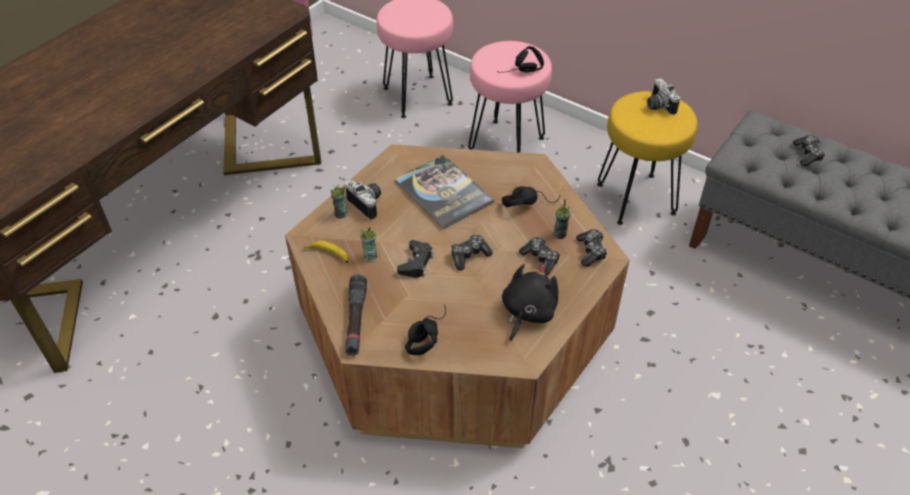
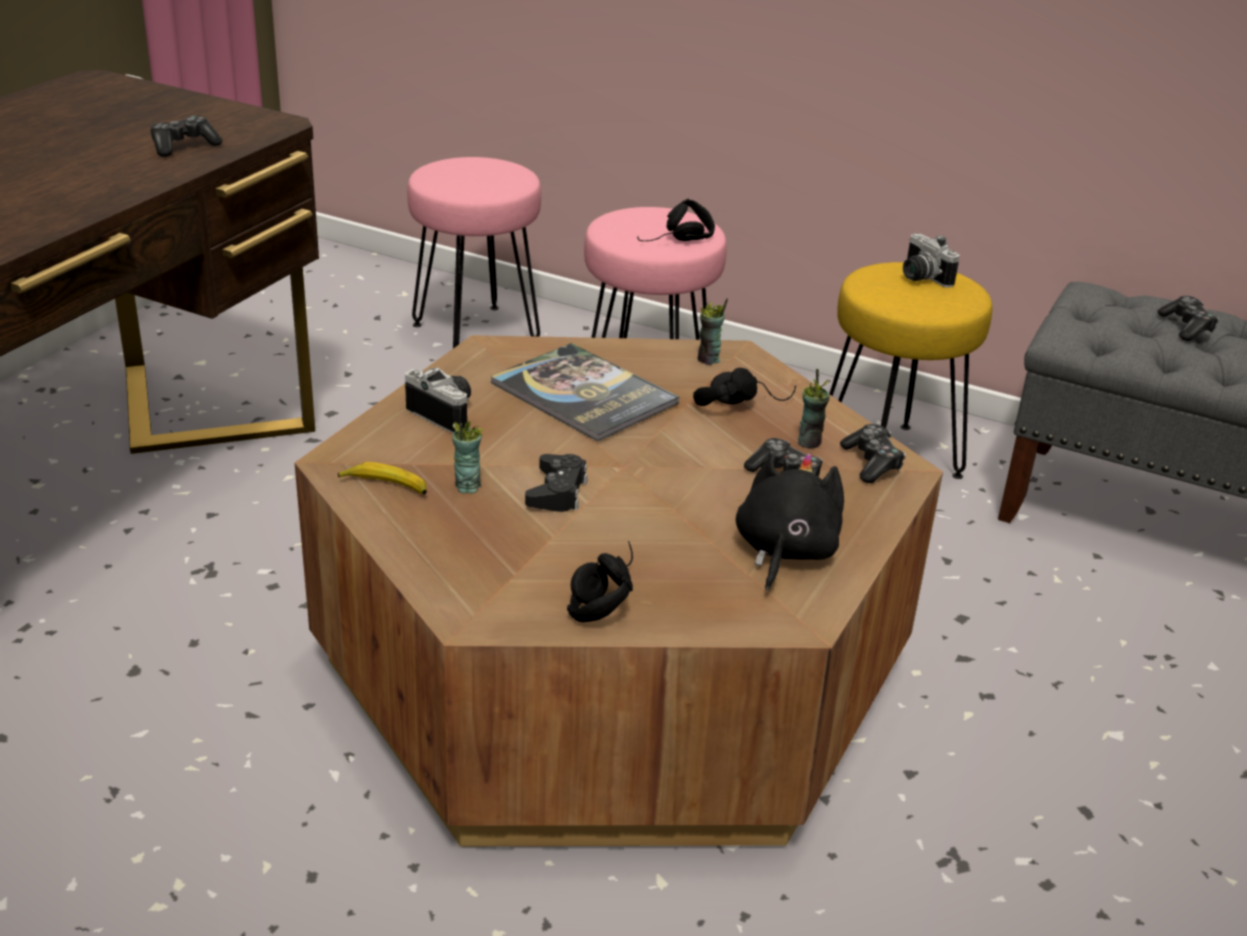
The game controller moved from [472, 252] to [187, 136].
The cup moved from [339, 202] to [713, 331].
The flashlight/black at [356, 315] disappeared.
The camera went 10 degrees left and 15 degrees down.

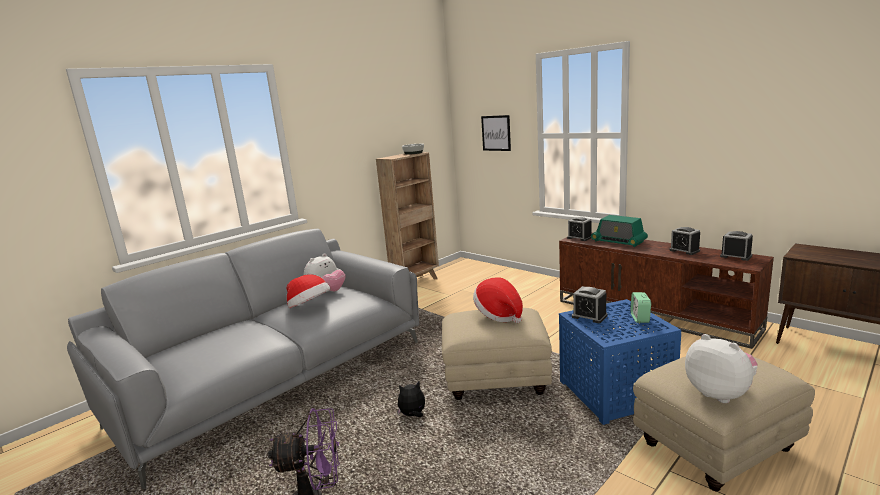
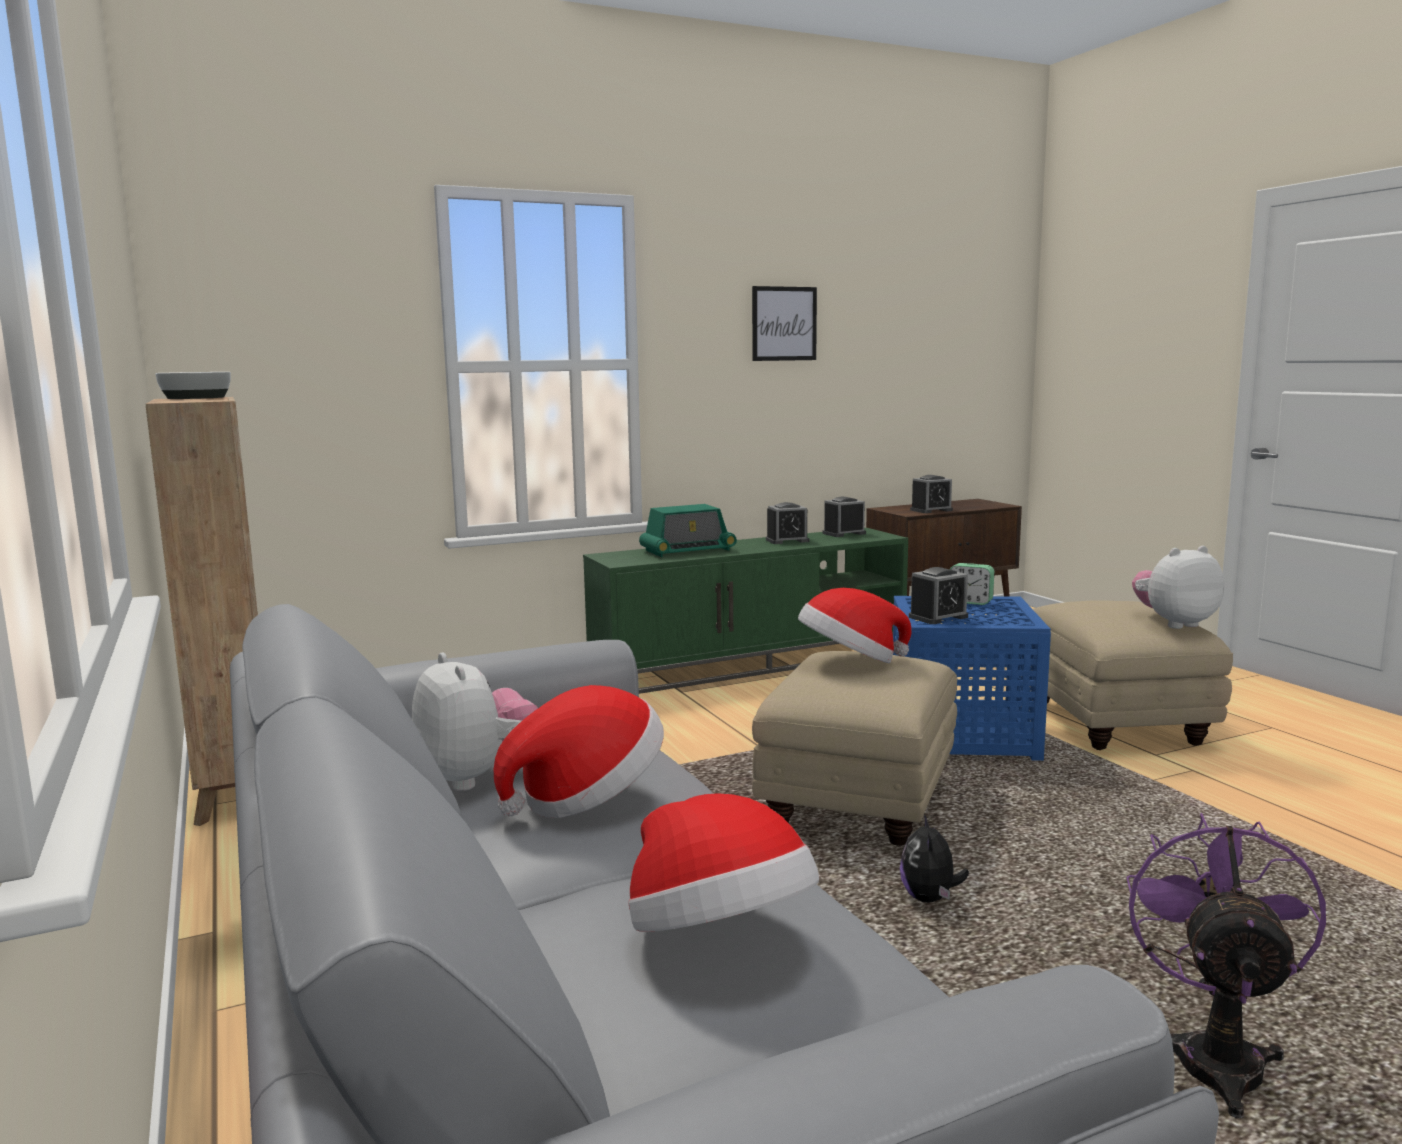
The tv stand/brown at [666, 293] became the tv stand/green at [745, 611].
The hat at [723, 862] appeared.
The picture moved from [496, 133] to [784, 323].
The alarm clock moved from [579, 229] to [931, 494].
The camera went 70 degrees left and 5 degrees down.

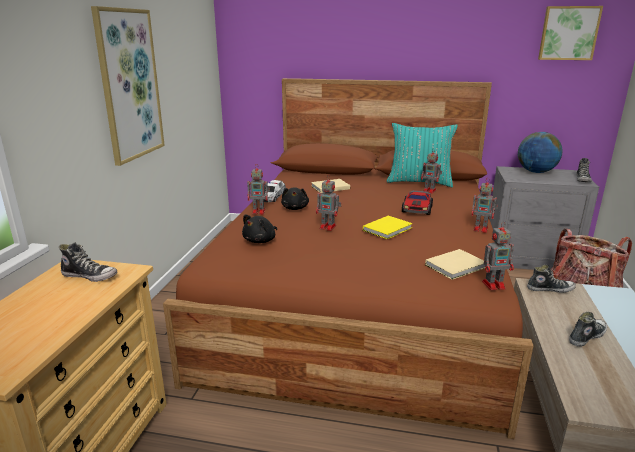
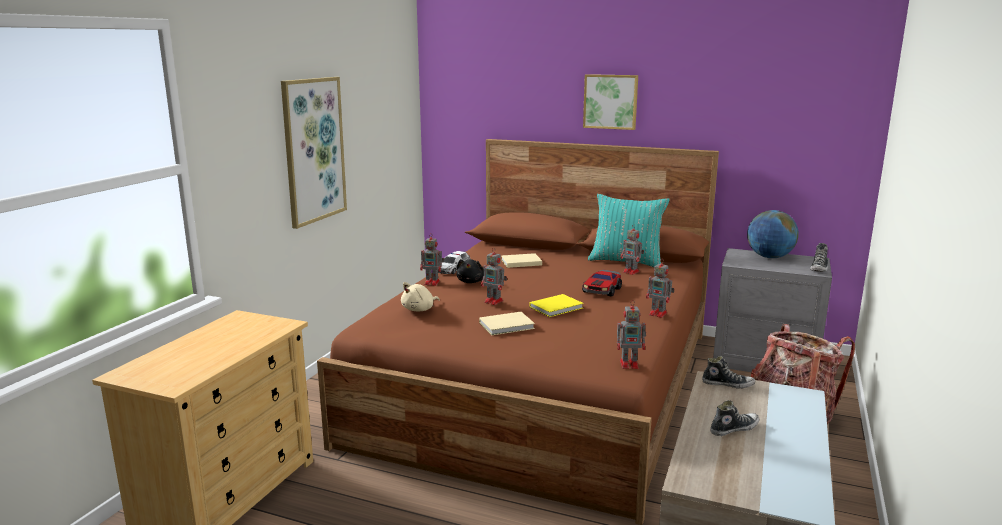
The plush toy/black at [259, 228] became the plush toy/beige at [420, 296].
The book/beige moved from [455, 264] to [507, 324].
The picture moved from [570, 33] to [610, 102].
The shoe at [88, 262] disappeared.
The camera went 10 degrees right and 5 degrees down.

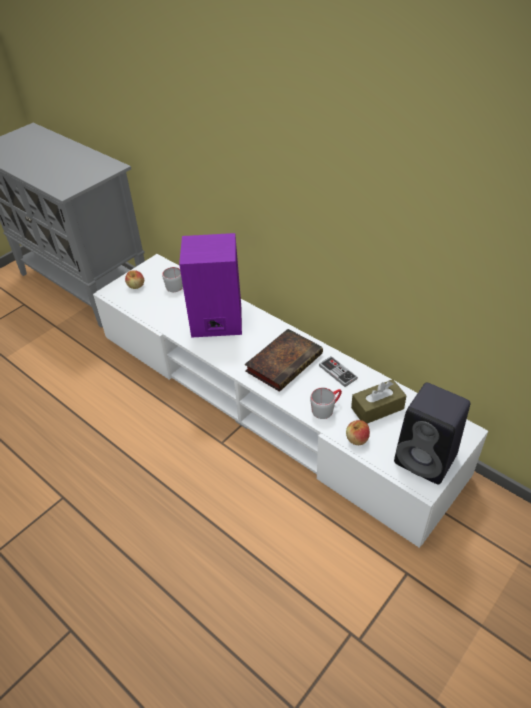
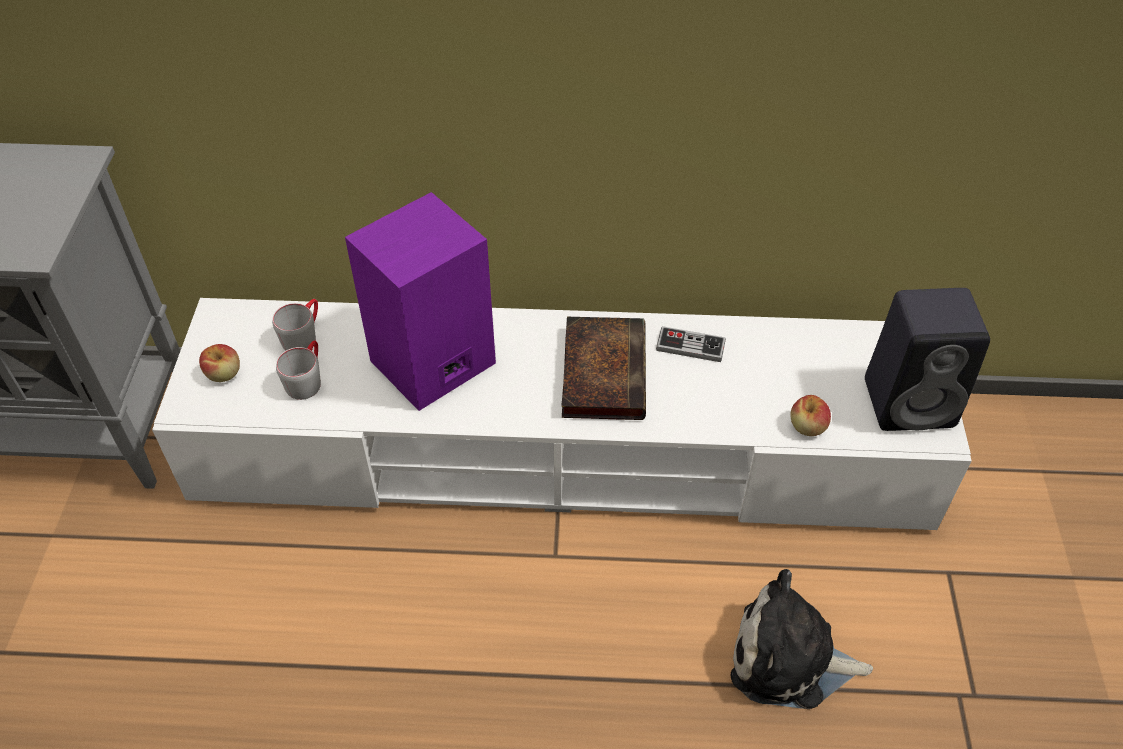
The mug/grey moved from [326, 403] to [298, 370].
The plush toy at [802, 639] appeared.
The tissue box/brown at [379, 401] disappeared.
The camera went 40 degrees left and 5 degrees up.

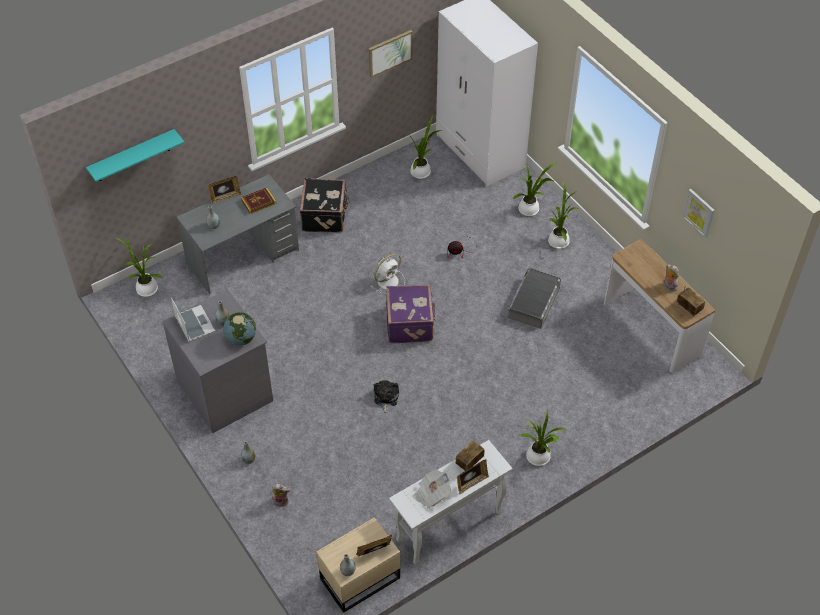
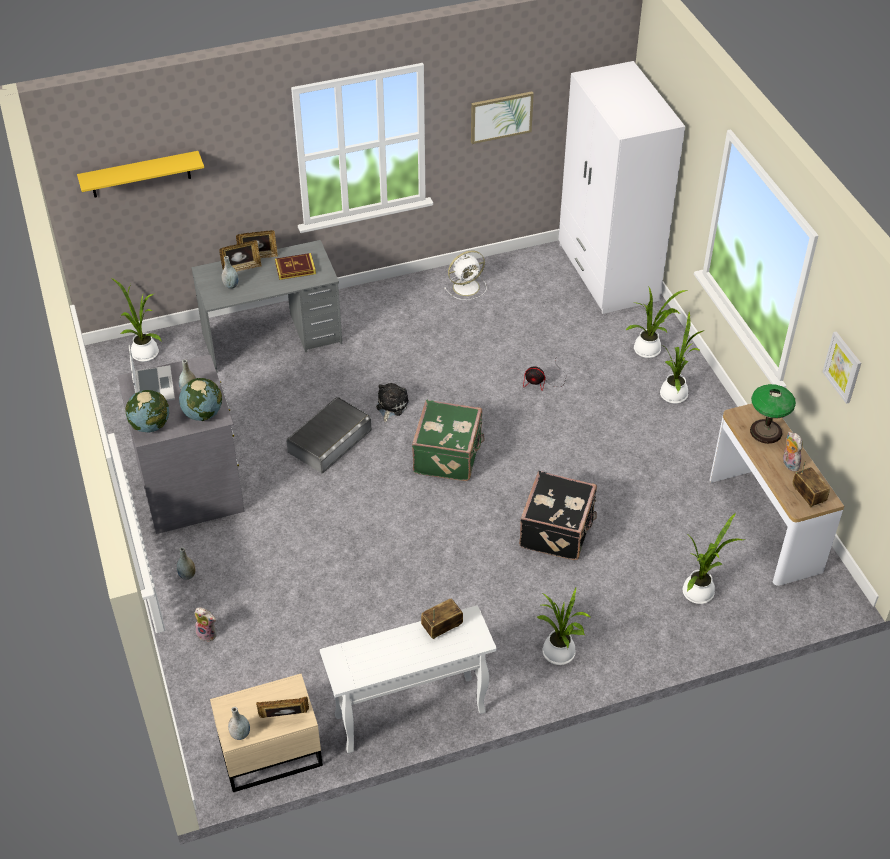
The shelf/turquoise at [135, 155] became the shelf/yellow at [140, 174].
The globe at [147, 411] appeared.
The picture frame moved from [473, 476] to [240, 256].
The storage box/grey moved from [534, 298] to [328, 435].
The plush toy moved from [386, 397] to [392, 402].
The suitcase/purple at [410, 313] became the suitcase/green at [448, 440].
The fan/white moved from [388, 274] to [465, 275].
The suitcase/black moved from [324, 205] to [558, 515].
The potted plant moved from [425, 146] to [713, 558].
The table lamp at [773, 414] appeared.
The newspaper at [432, 489] disappeared.
The camera went 15 degrees right and 5 degrees down.

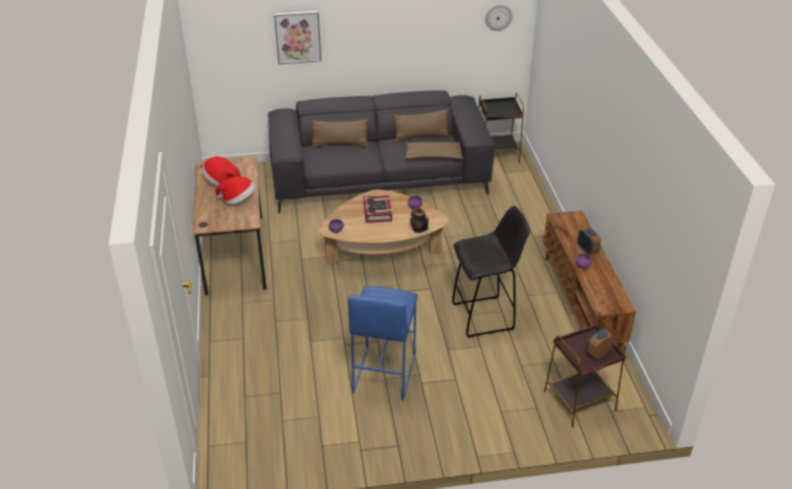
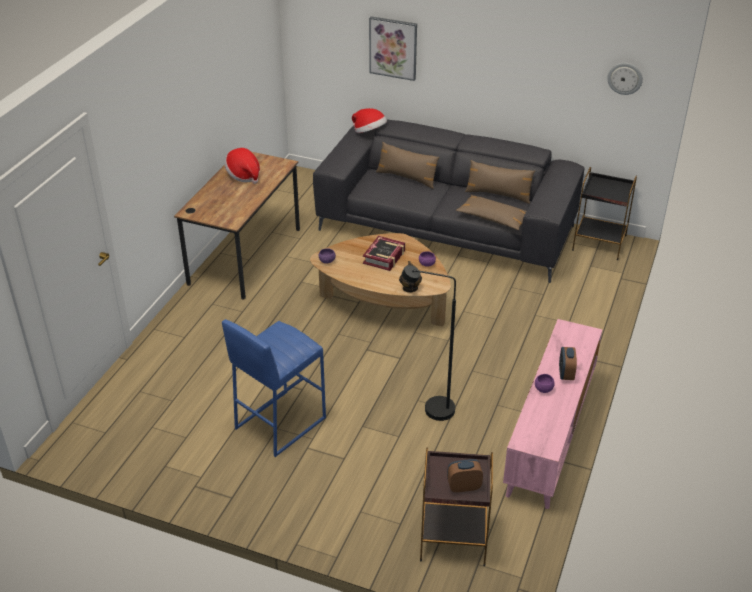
The hat moved from [235, 190] to [369, 120].
The stool/black at [491, 272] was replaced by the floor lamp/black at [429, 343].
The tv stand/brown at [589, 281] became the tv stand/pink at [553, 414].
The camera went 30 degrees right and 0 degrees up.

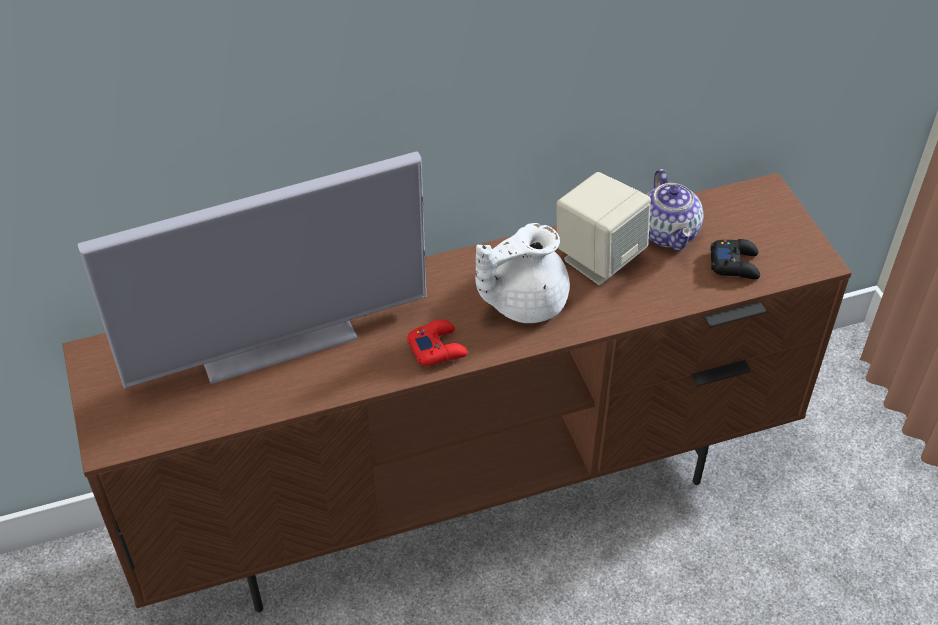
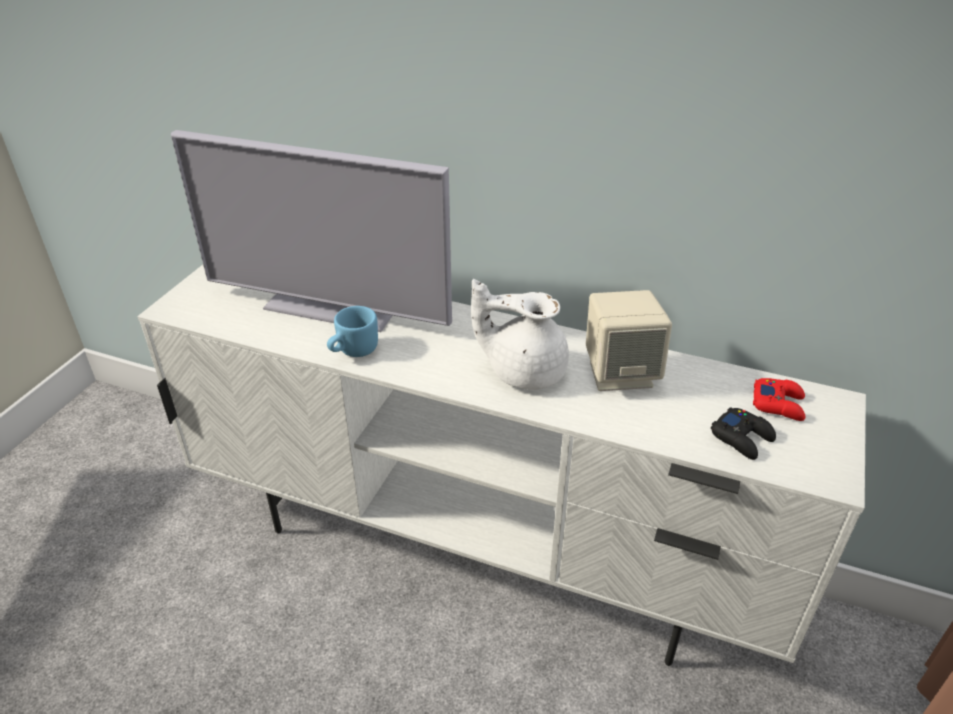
The tv stand/brown at [457, 393] became the tv stand/white at [501, 465].
The mug/blue at [352, 331] appeared.
The game controller/red moved from [437, 343] to [779, 399].
The teapot at [675, 210] disappeared.
The camera went 40 degrees right and 10 degrees down.

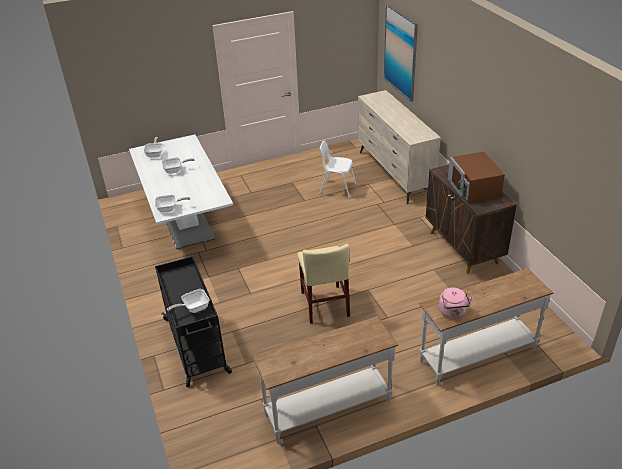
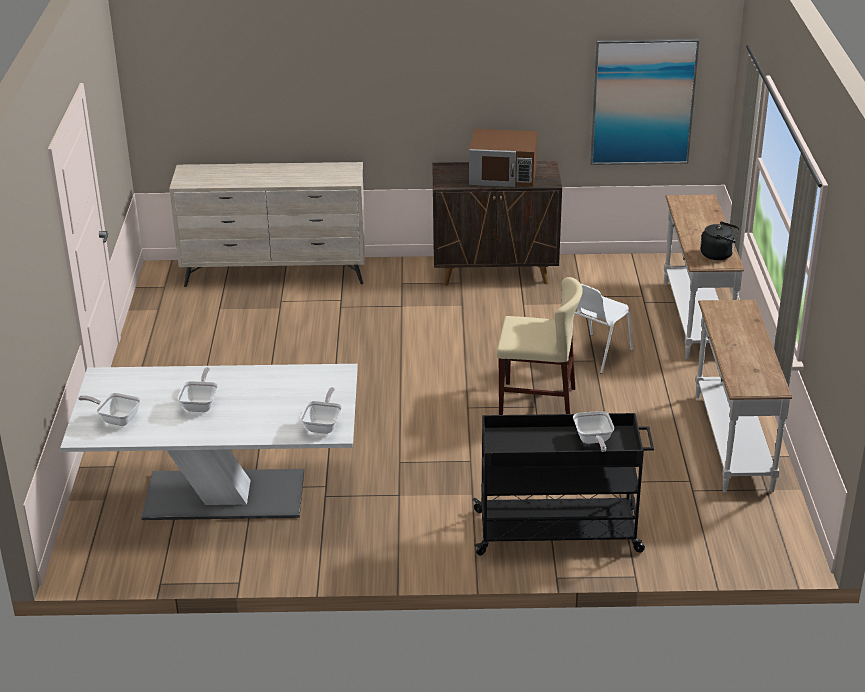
The chair/white moved from [337, 169] to [604, 329].
The picture moved from [401, 53] to [644, 102].
The kettle/pink at [456, 302] became the kettle/black at [719, 240].
The camera went 70 degrees left and 5 degrees down.

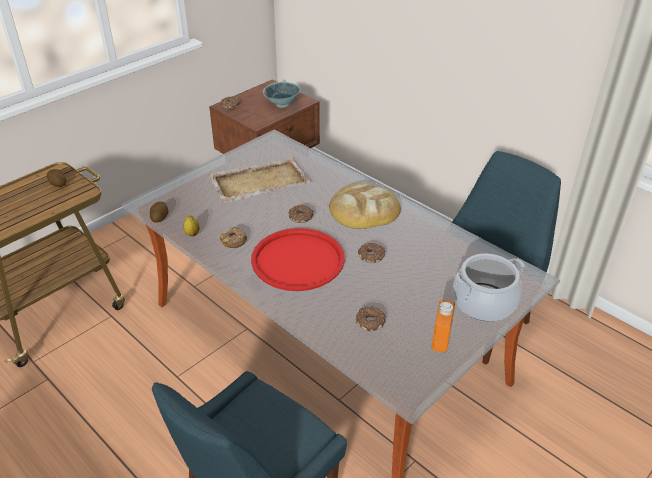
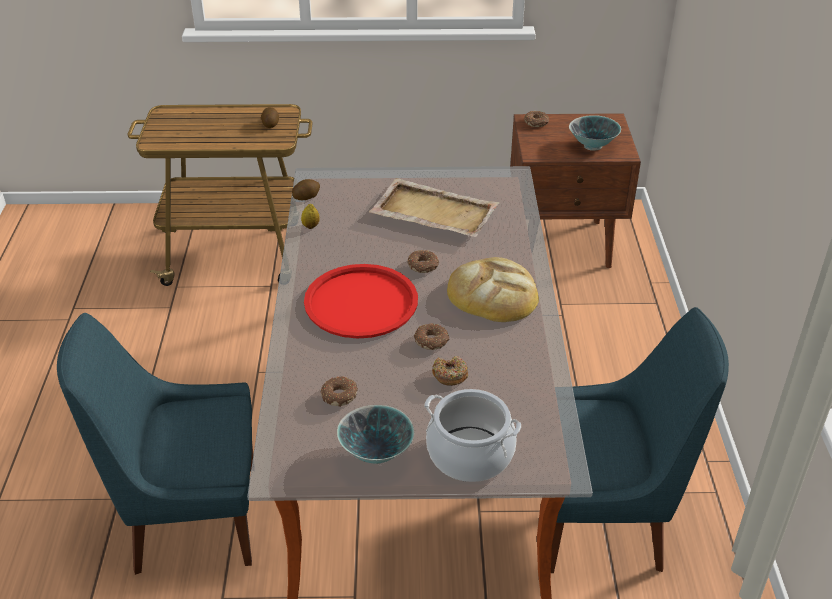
The bottle/orange at [443, 326] was replaced by the bowl at [375, 434].
The donut moved from [233, 237] to [450, 371].
The camera went 45 degrees right and 0 degrees up.

